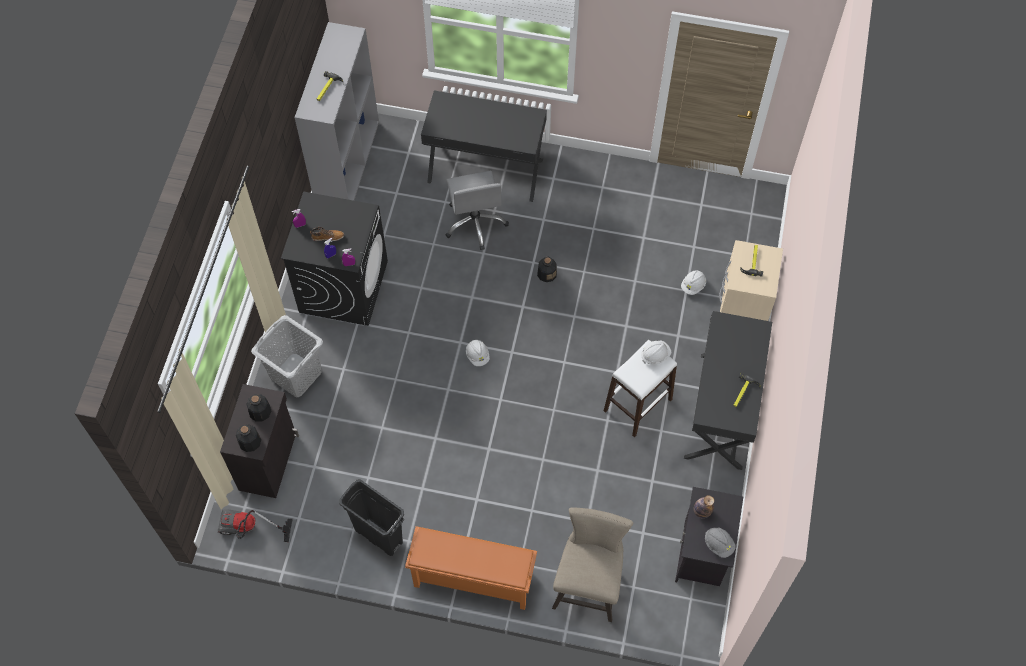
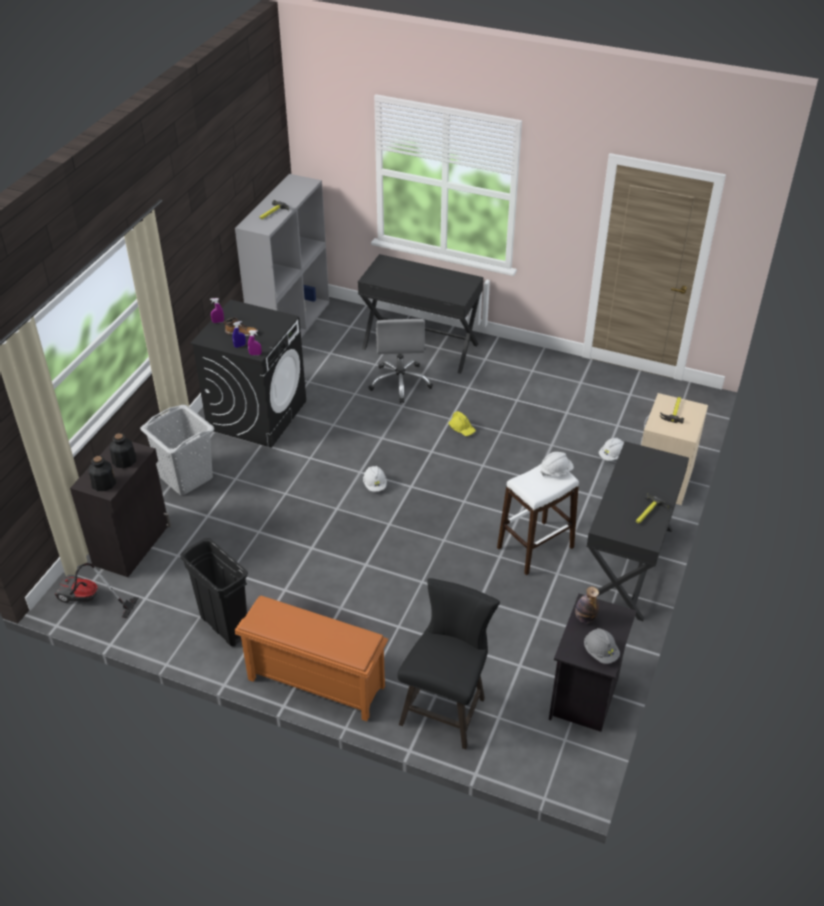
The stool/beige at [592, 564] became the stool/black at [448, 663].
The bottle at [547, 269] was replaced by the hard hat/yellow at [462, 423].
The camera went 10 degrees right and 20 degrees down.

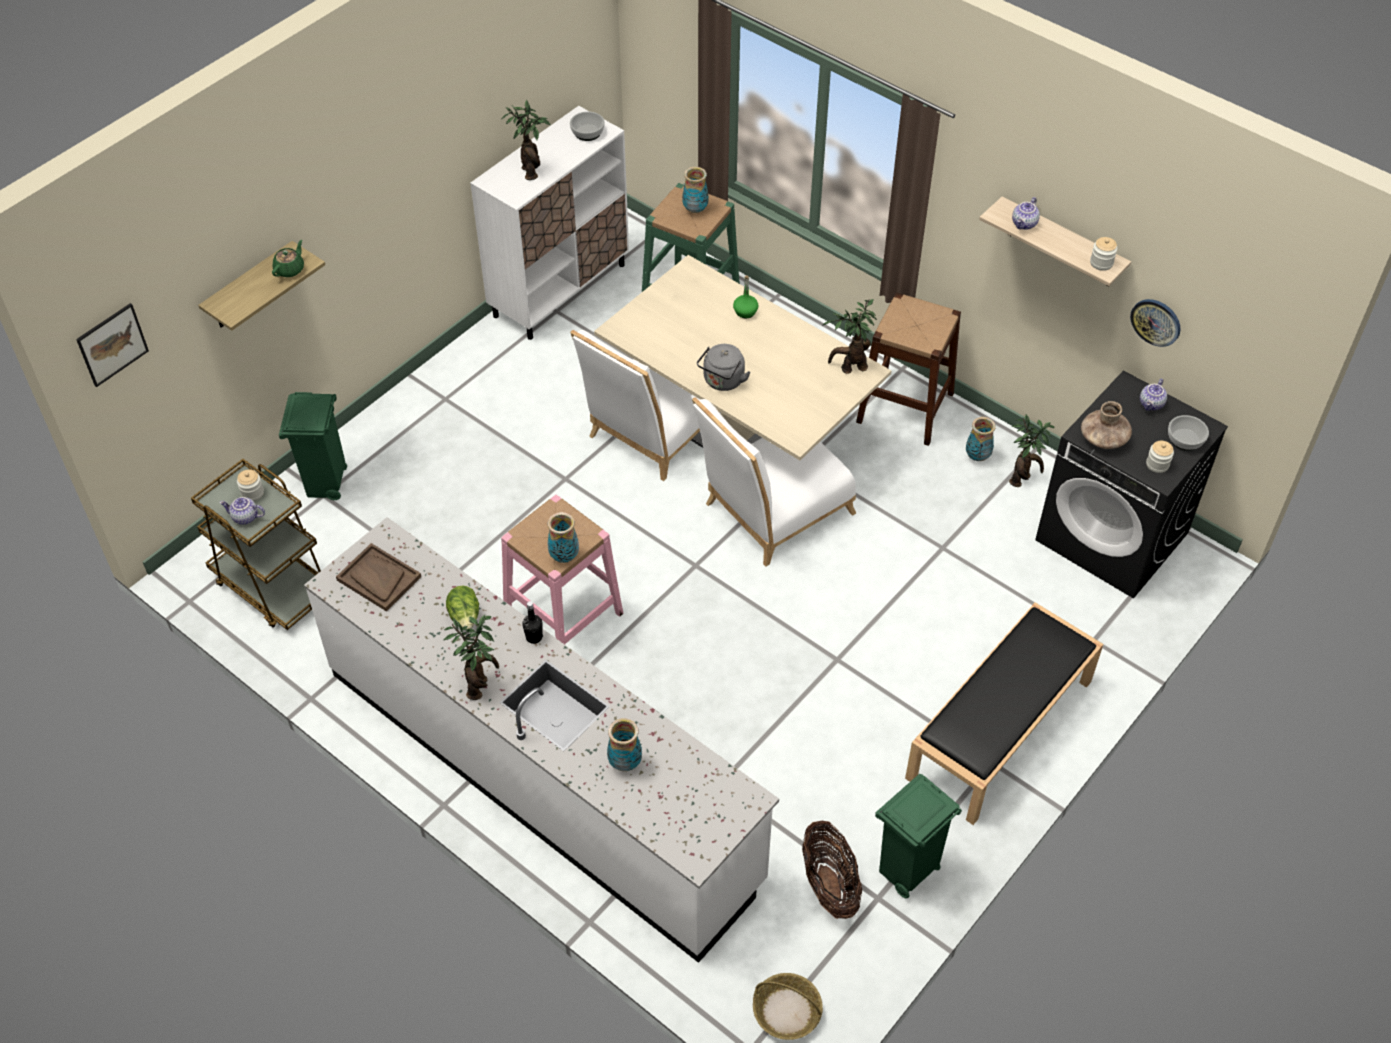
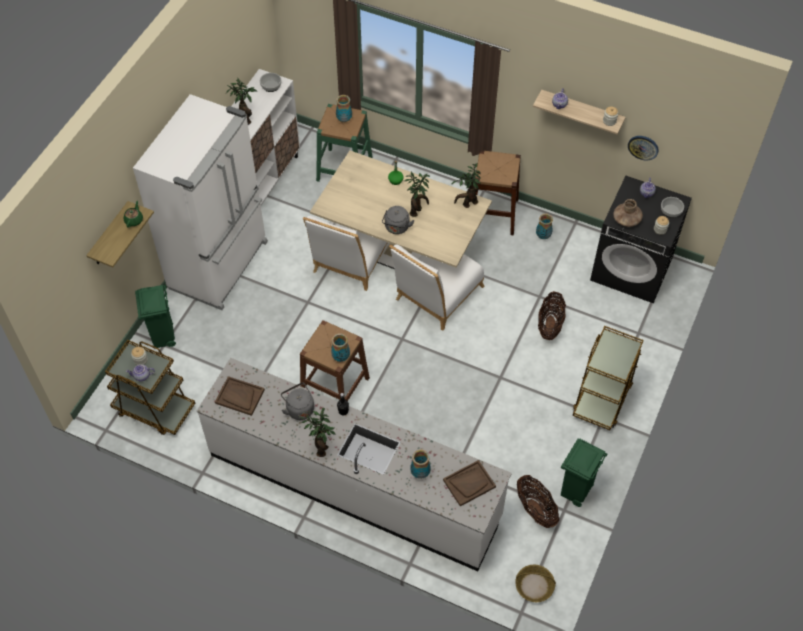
The fridge/white at [200, 202] appeared.
The lettuce at [462, 607] was replaced by the kettle/grey at [297, 401].
The stool/pink at [562, 569] became the stool/brown at [335, 360].
The potted plant moved from [1032, 450] to [417, 194].
The tray/brown at [469, 483] appeared.
The basket at [552, 315] appeared.
The bench/black at [1004, 713] was replaced by the cart/brown at [608, 378].
The picture at [112, 345] disappeared.
The camera went 15 degrees left and 5 degrees up.

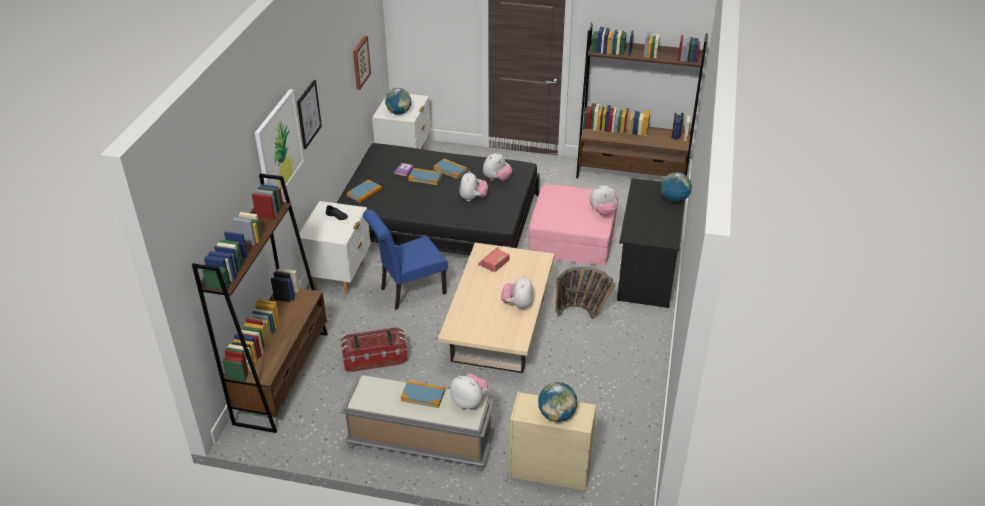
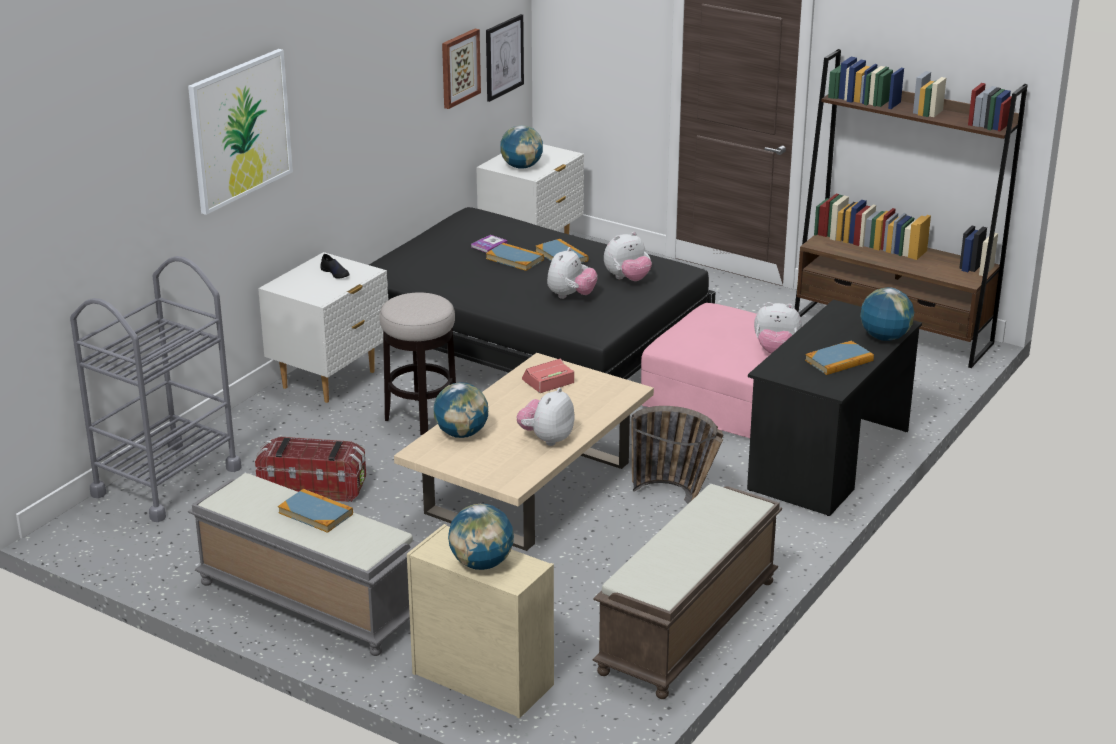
The bookcase/brown at [259, 303] was replaced by the cart/grey at [156, 389].
The chair/blue at [405, 260] was replaced by the stool at [417, 363].
The globe at [461, 410] appeared.
The picture moved from [309, 114] to [505, 58].
The bench/brown at [687, 591] appeared.
The book moved from [364, 191] to [839, 358].
The plush toy at [469, 391] disappeared.
The camera went 20 degrees right and 10 degrees down.

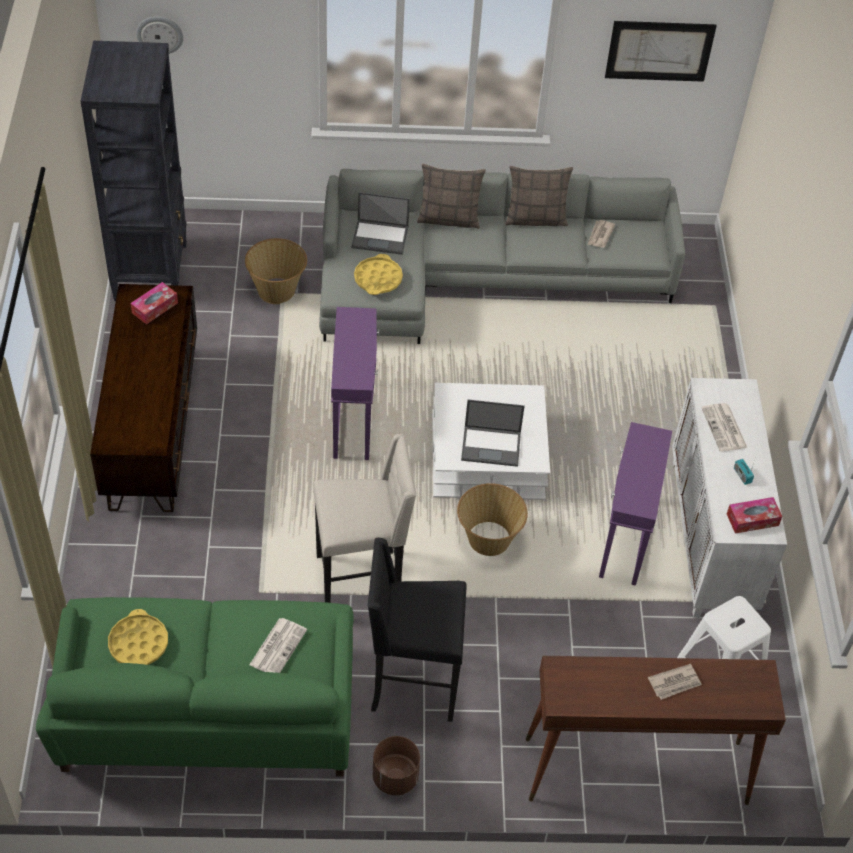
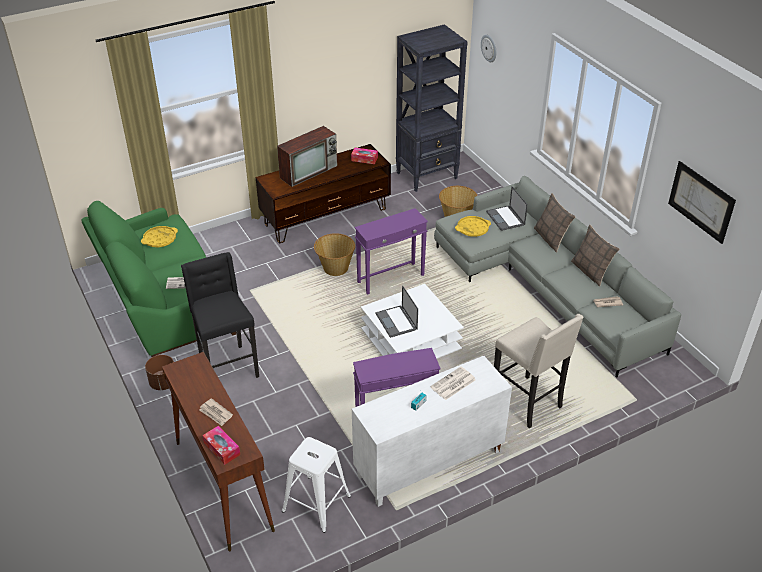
The tissue box moved from [754, 515] to [221, 445].
The television at [307, 156] appeared.
The basket moved from [492, 519] to [334, 254].
The stool/beige moved from [365, 518] to [539, 371].
The camera went 65 degrees right and 10 degrees down.

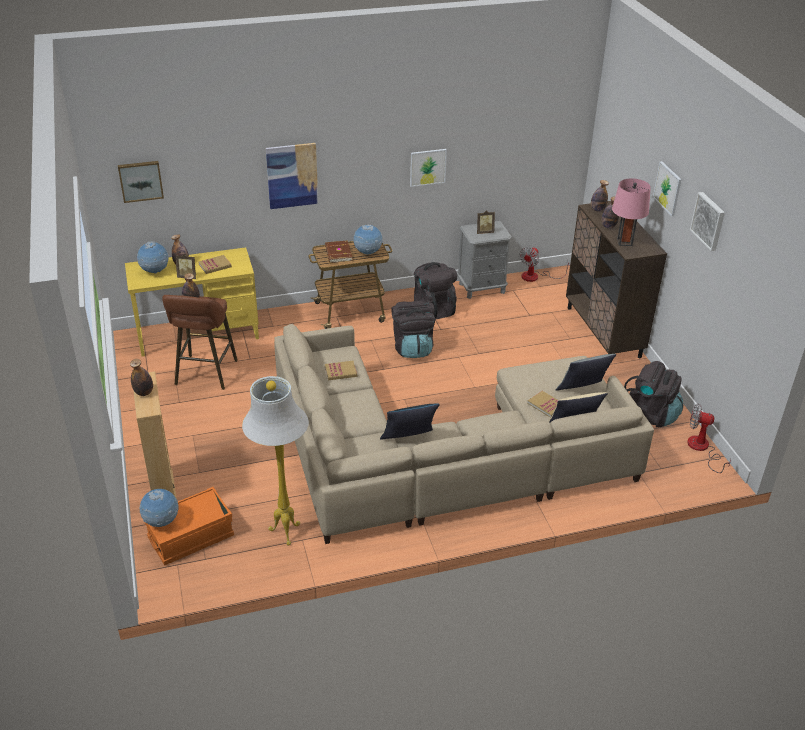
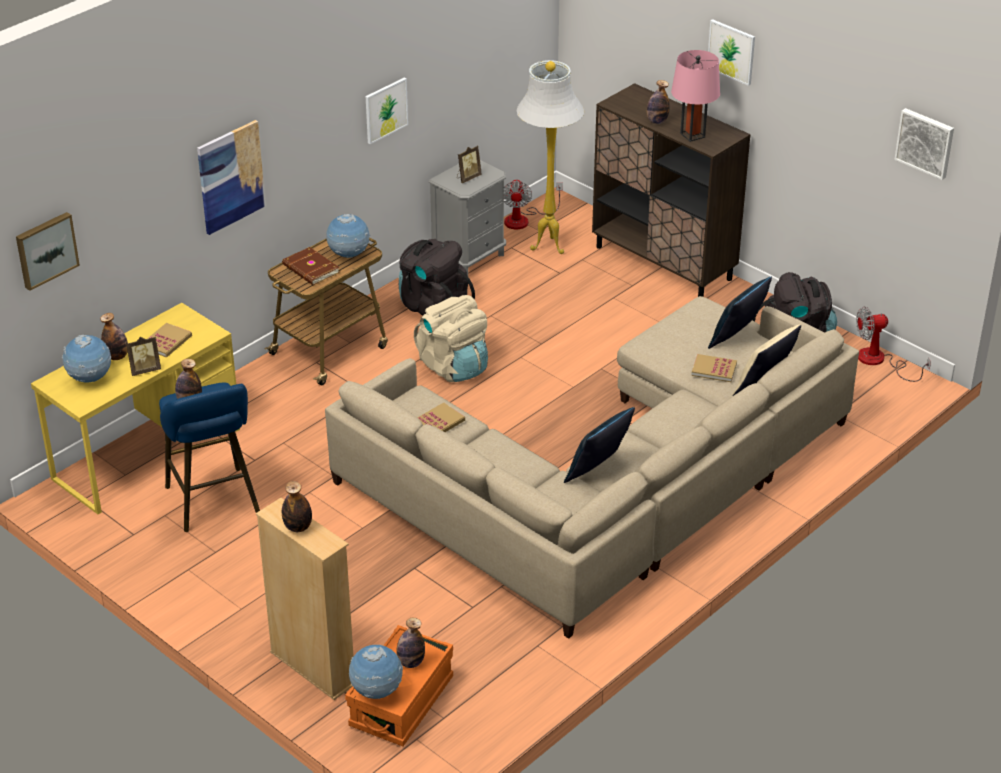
The stool/brown at [200, 342] became the stool/blue at [209, 457].
The bottle moved from [600, 196] to [410, 642].
The backpack/black at [413, 329] became the backpack/beige at [451, 338].
The floor lamp/white moved from [275, 461] to [550, 157].
The pillow/grey at [586, 372] became the pillow/blue at [740, 313].
The picture moved from [707, 221] to [924, 144].
The camera went 30 degrees left and 0 degrees up.

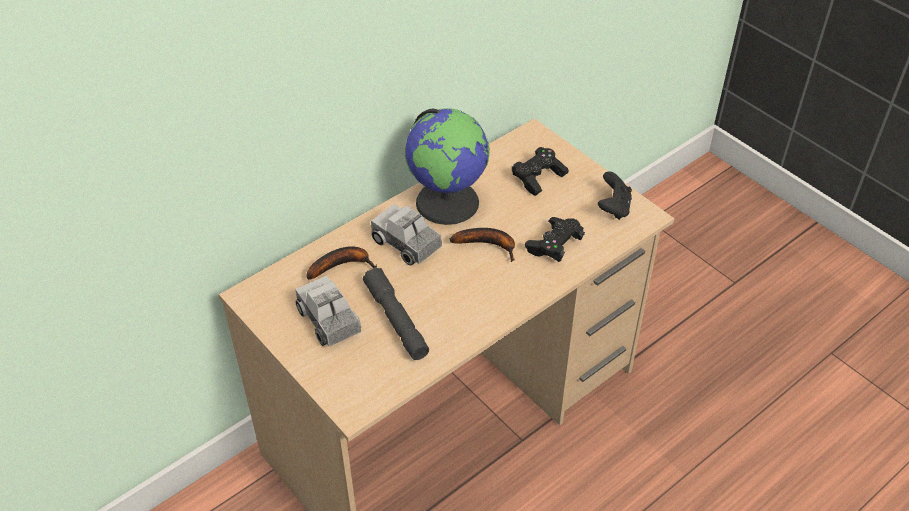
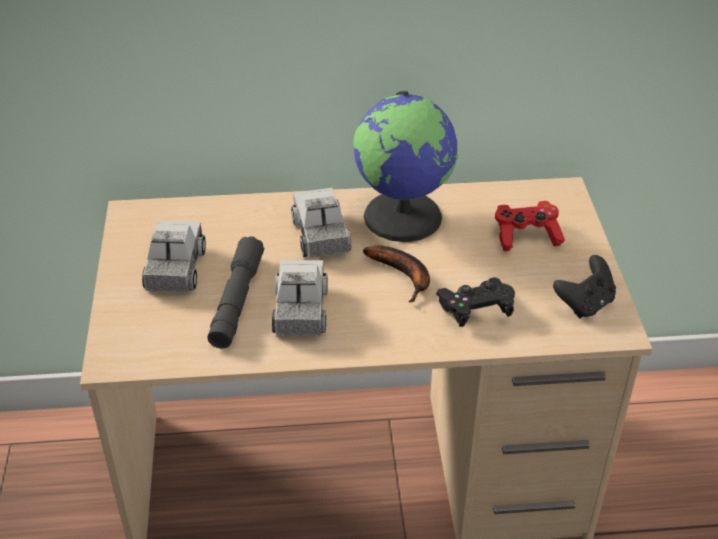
The toy truck at [300, 298] appeared.
The game controller/black at [540, 171] became the game controller/red at [530, 226].
The banana at [342, 263] disappeared.
The camera went 35 degrees right and 5 degrees down.

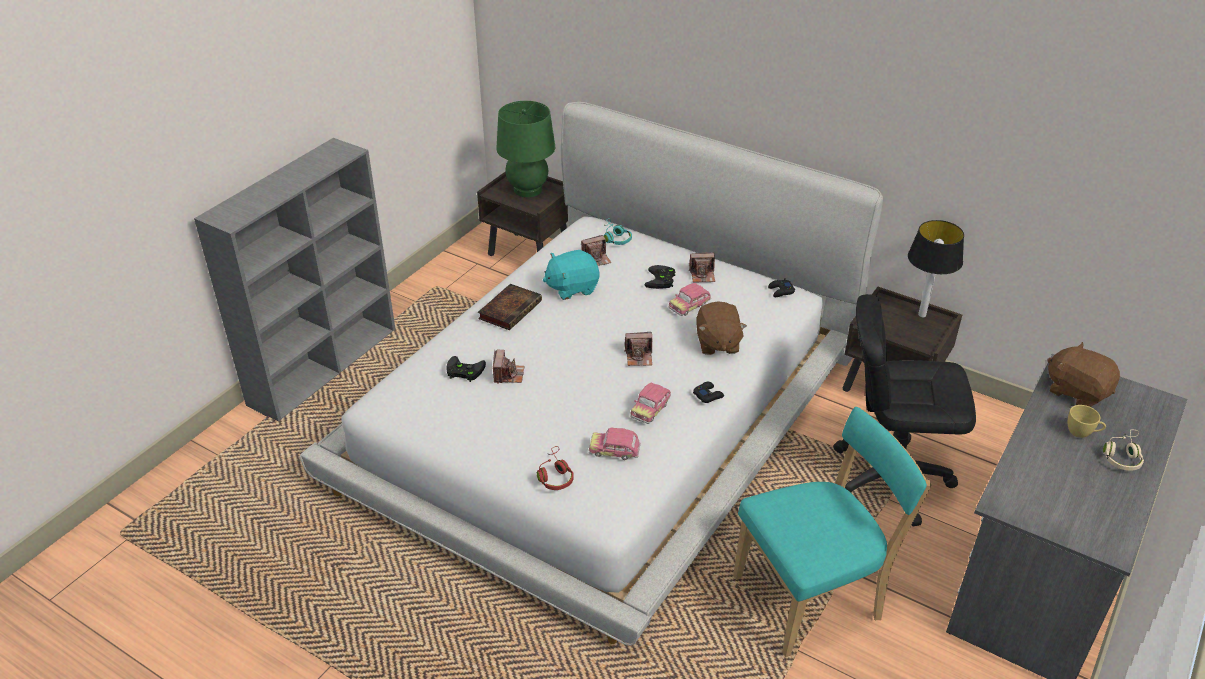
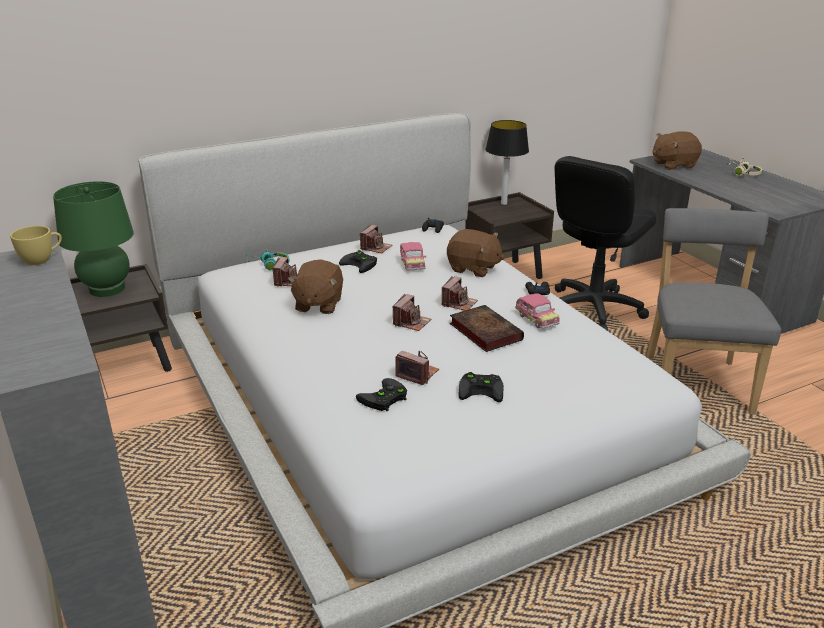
The cup/yellow moved from [1087, 421] to [36, 245].
The plush toy/turquoise at [571, 275] became the plush toy/brown at [315, 286].
The photo camera at [412, 312] appeared.
The book moved from [510, 307] to [487, 328].
The game controller/black at [481, 387] appeared.
The chair/turquoise at [832, 532] became the chair/grey at [713, 311].
The headphones/red at [555, 468] disappeared.
The toy car at [615, 444] disappeared.
The camera went 60 degrees left and 10 degrees down.

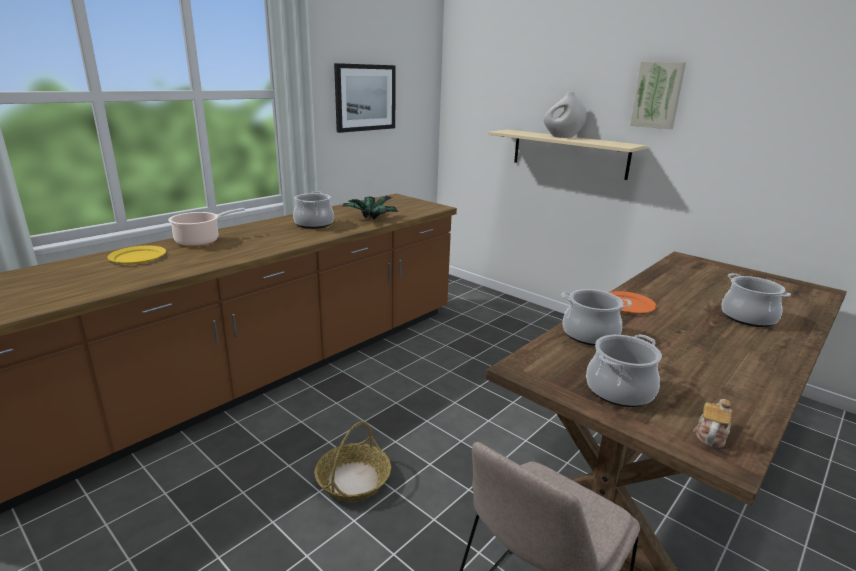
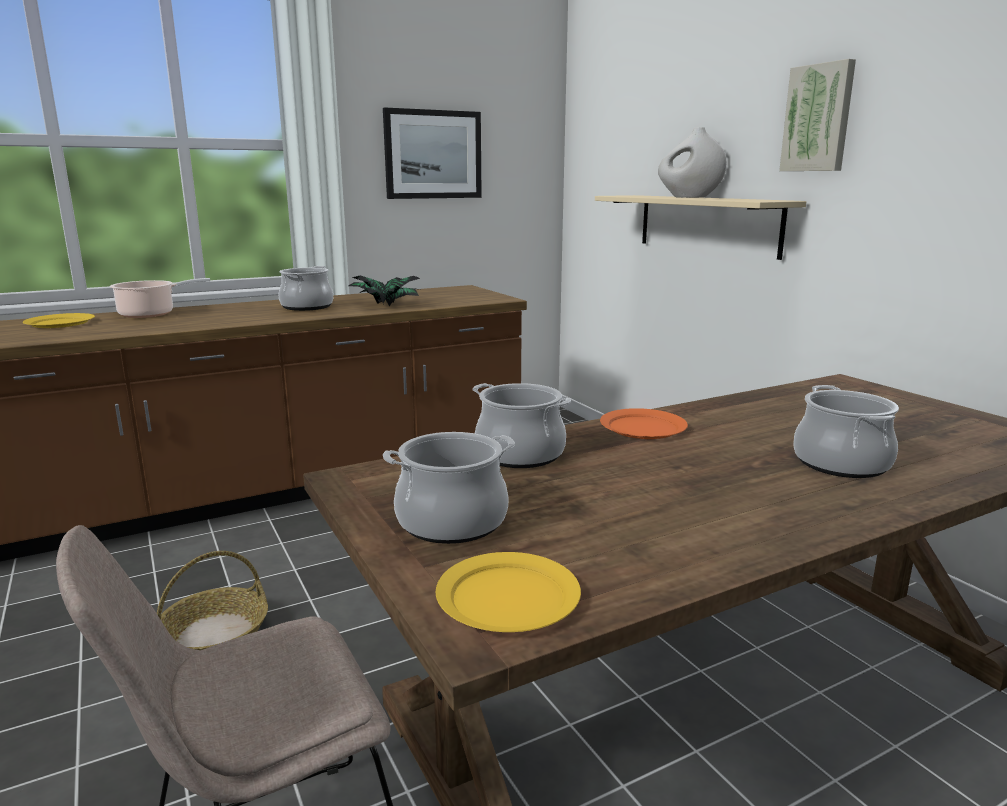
The teapot at [712, 423] was replaced by the plate/yellow at [508, 592].
The camera went 20 degrees right and 5 degrees down.

